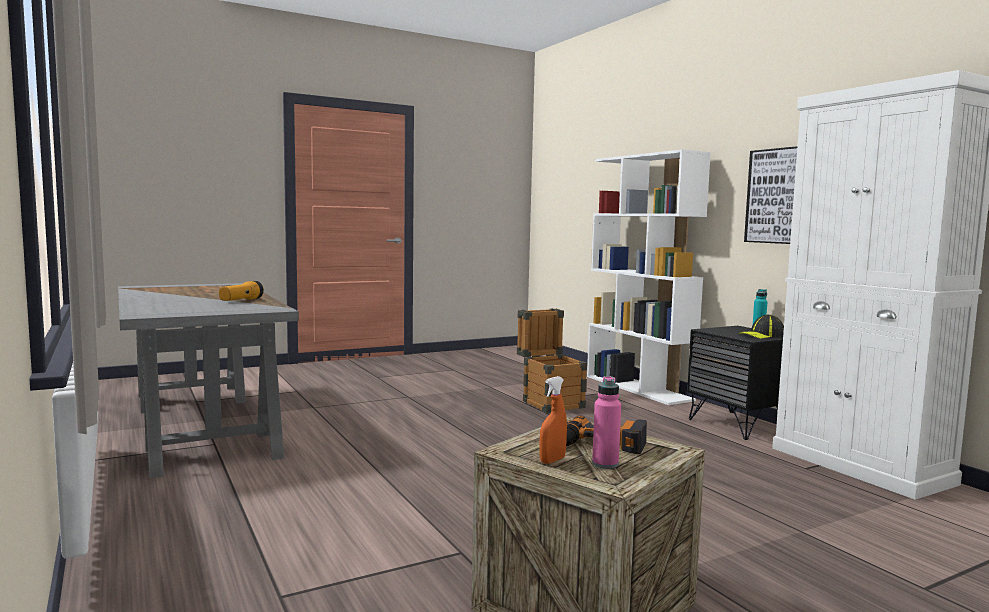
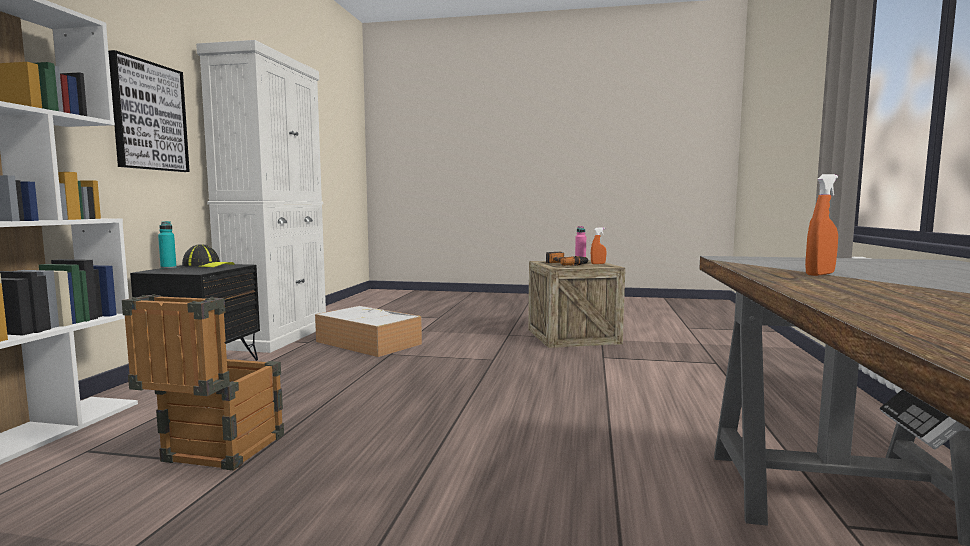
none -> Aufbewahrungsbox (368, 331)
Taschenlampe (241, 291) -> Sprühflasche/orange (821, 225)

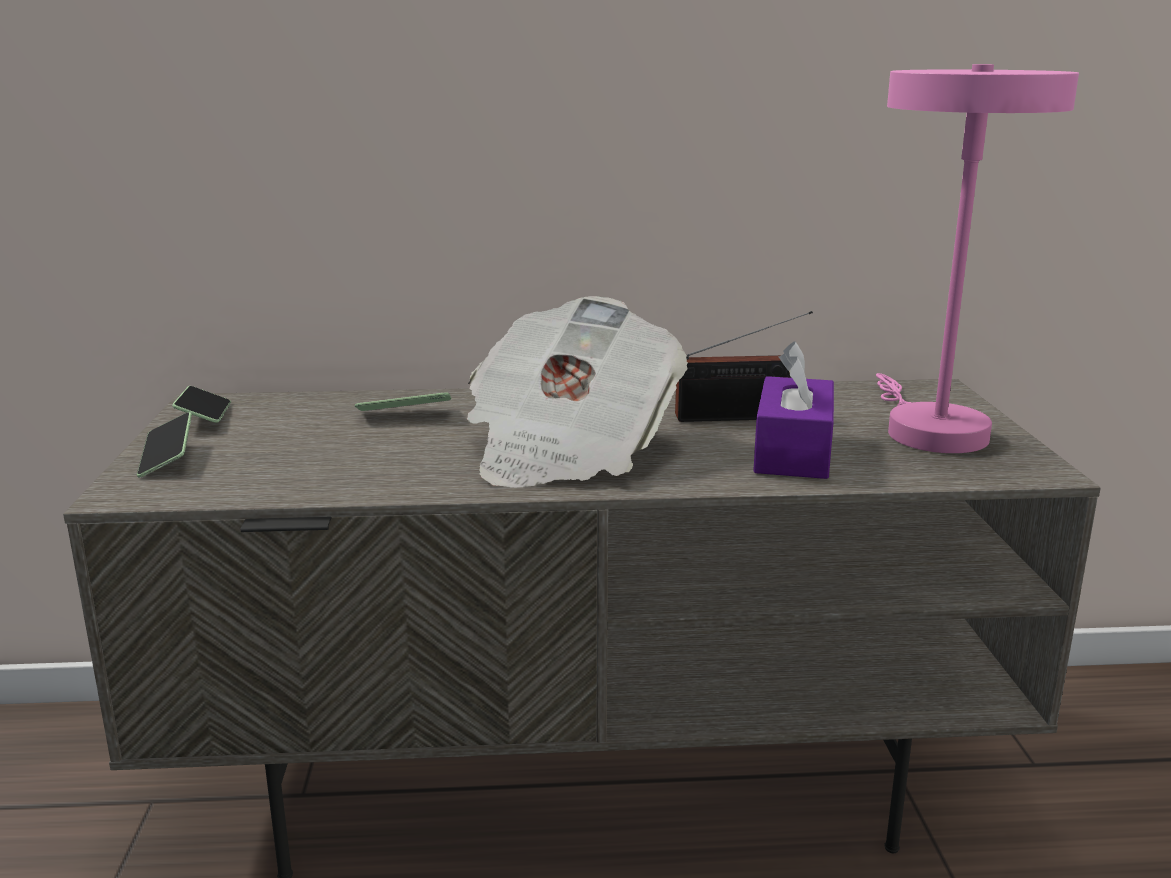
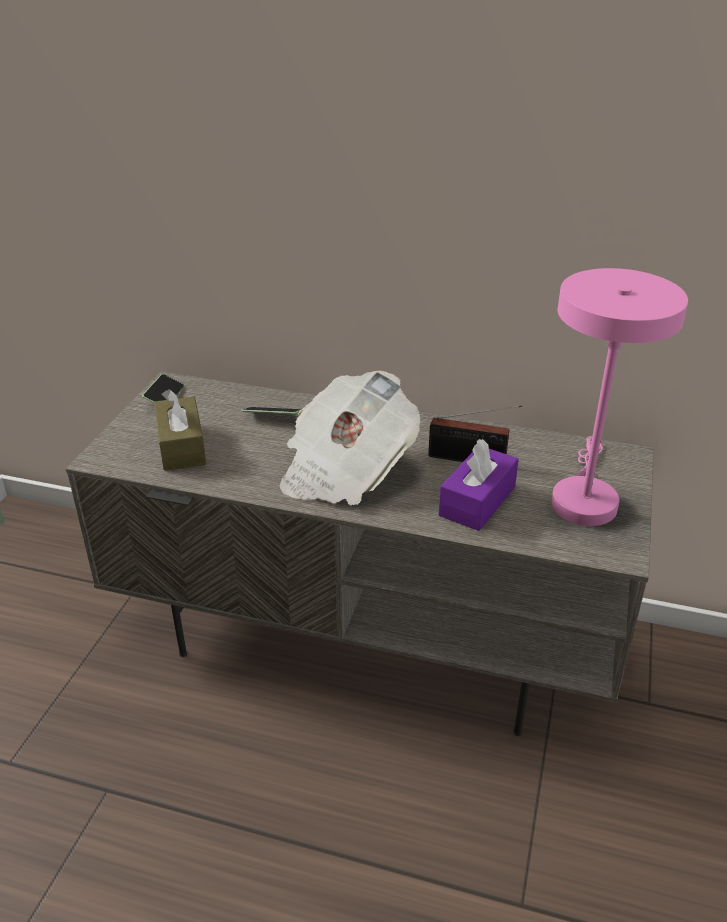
none -> Taschentuchbox/braun (180, 430)
Handy (164, 444) -> none

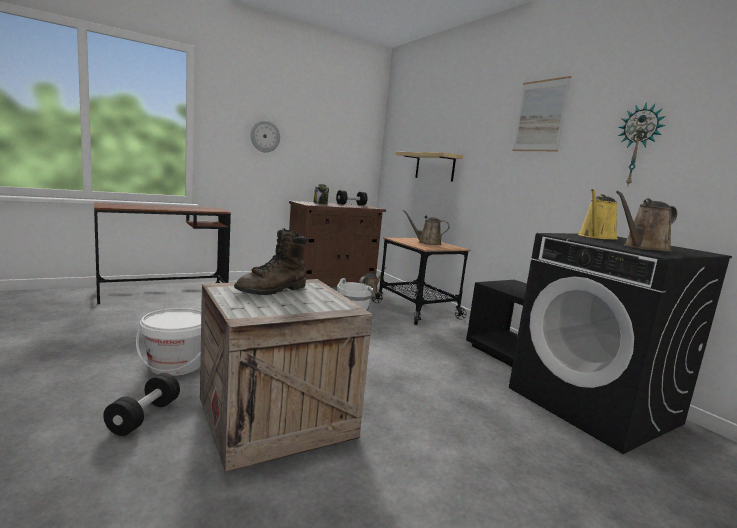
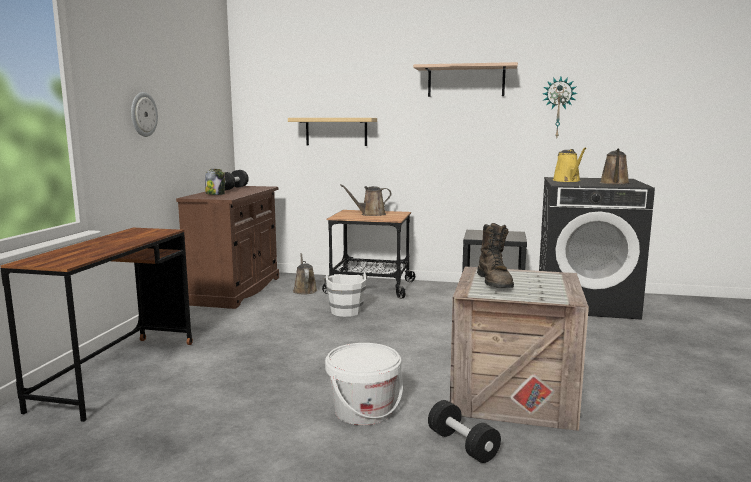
Bild (542, 113) -> Wandregal (465, 79)

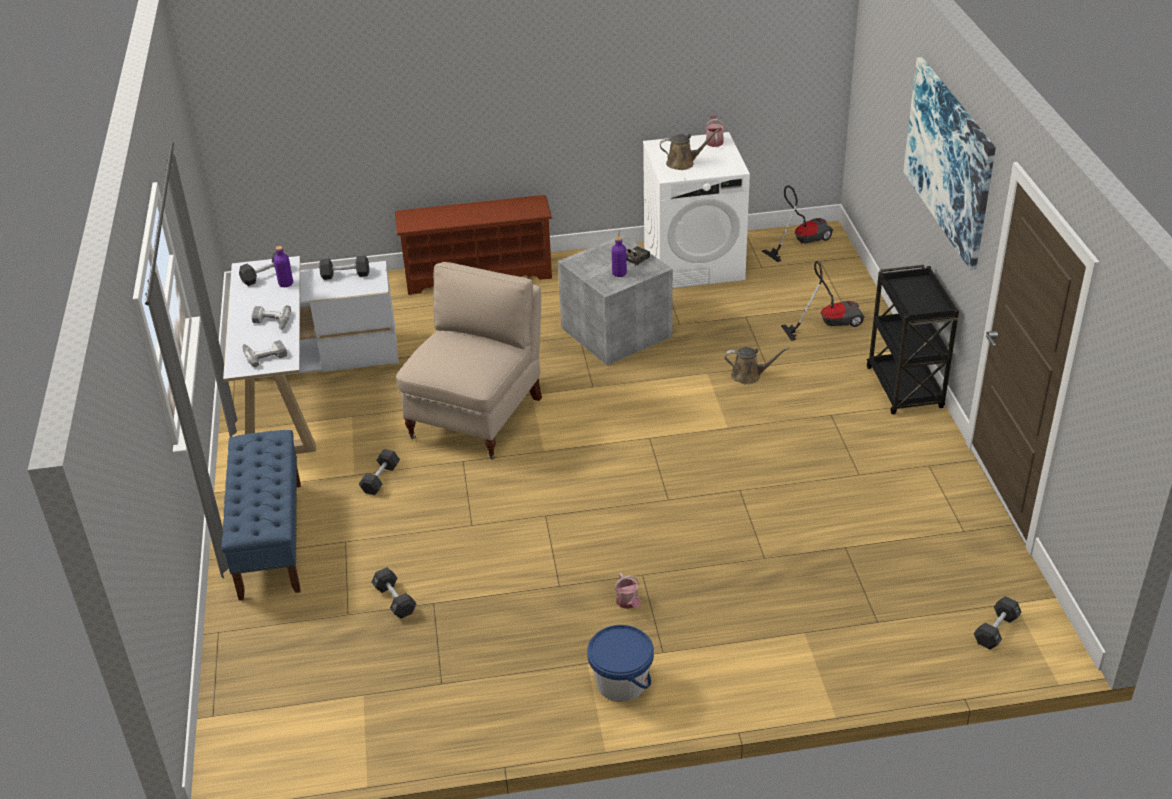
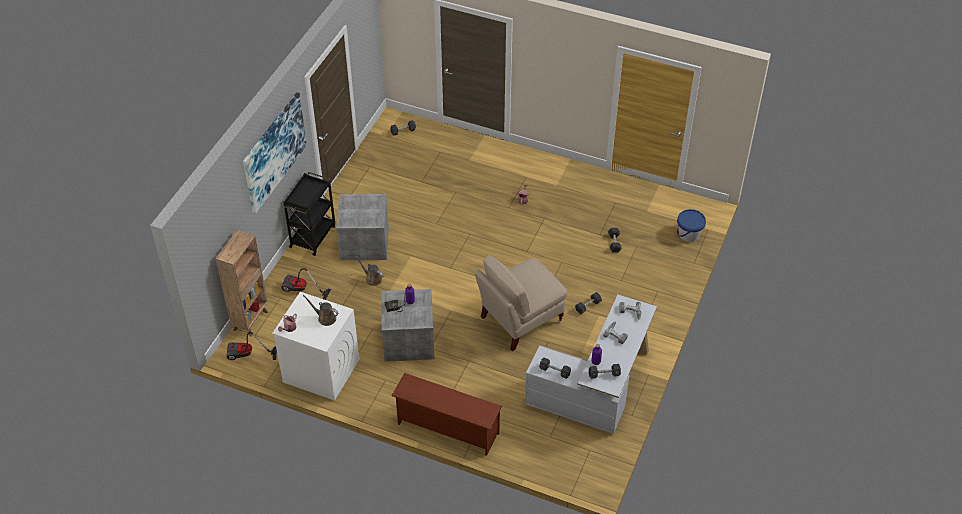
none -> Bücherregal/braun (242, 283)
none -> Aufbewahrungsbox/grau (362, 227)
Eimer/blau (620, 663) -> Eimer/blau (691, 225), shifted
Bank/blau (261, 515) -> none

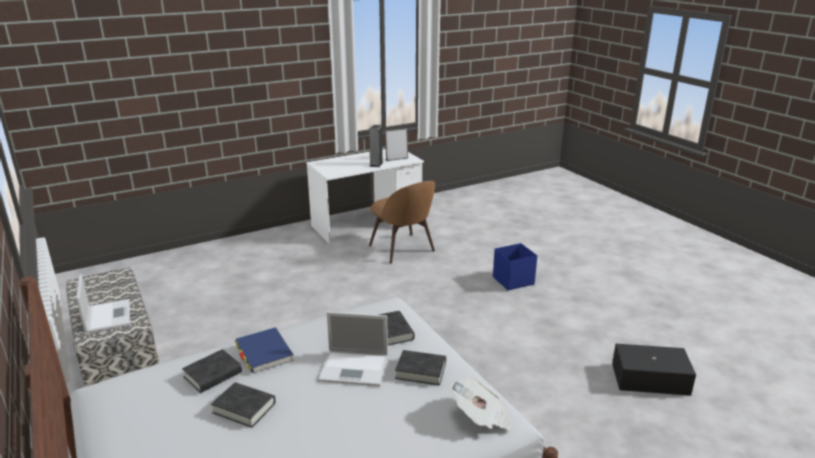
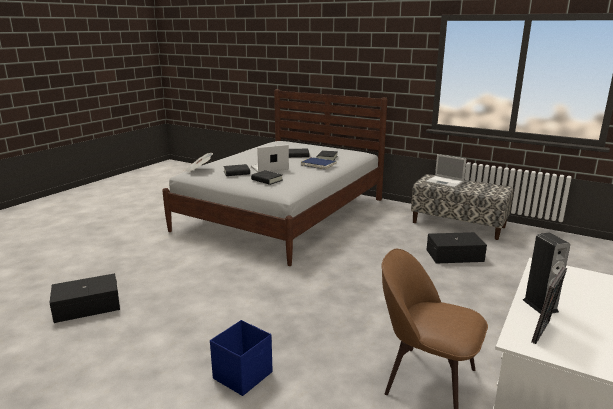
none -> Aufbewahrungsbox/schwarz (456, 248)

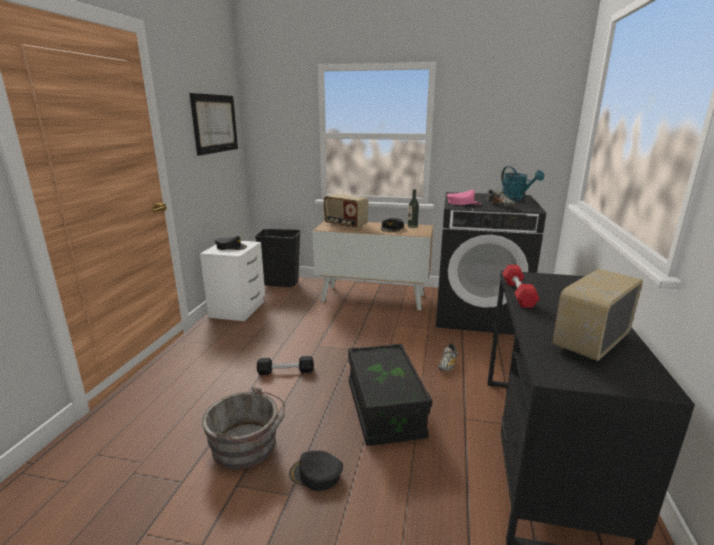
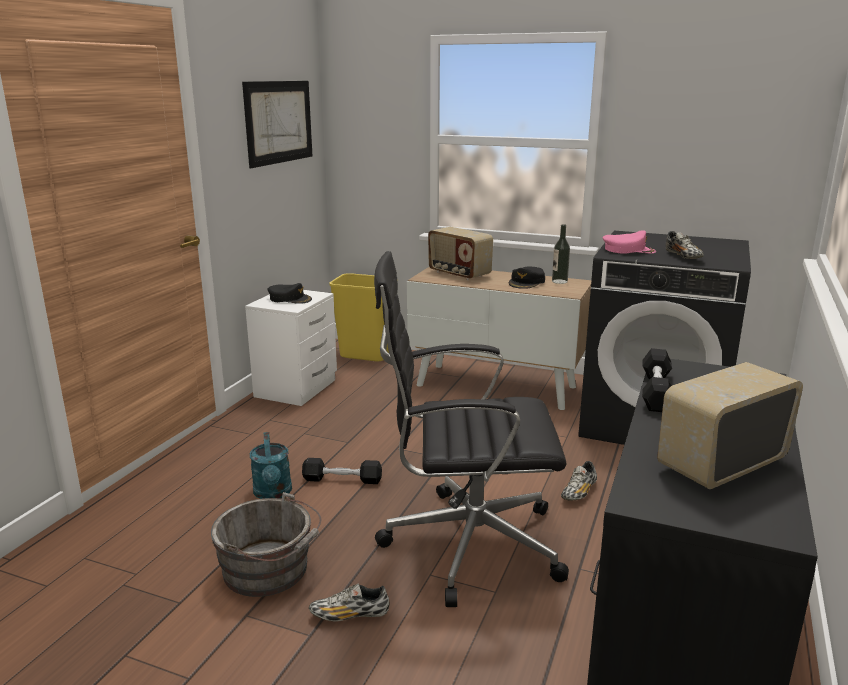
Gießkanne/türkis (522, 183) -> Gießkanne/türkis (271, 465), shifted
Kappe/schwarz (316, 471) -> Schuh (349, 602)
Mülleimer/schwarz (278, 258) -> Mülleimer/gelb (363, 317)
Aufbewahrungsbox/schwarz (390, 394) -> Bürostuhl/schwarz (471, 429)
Hantel/rot (520, 286) -> Hantel/schwarz (657, 380)

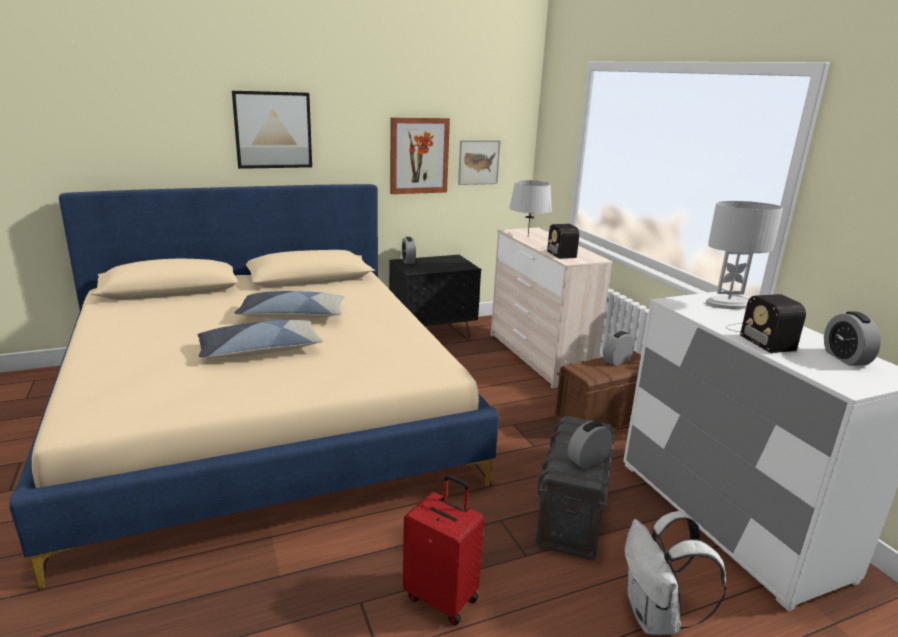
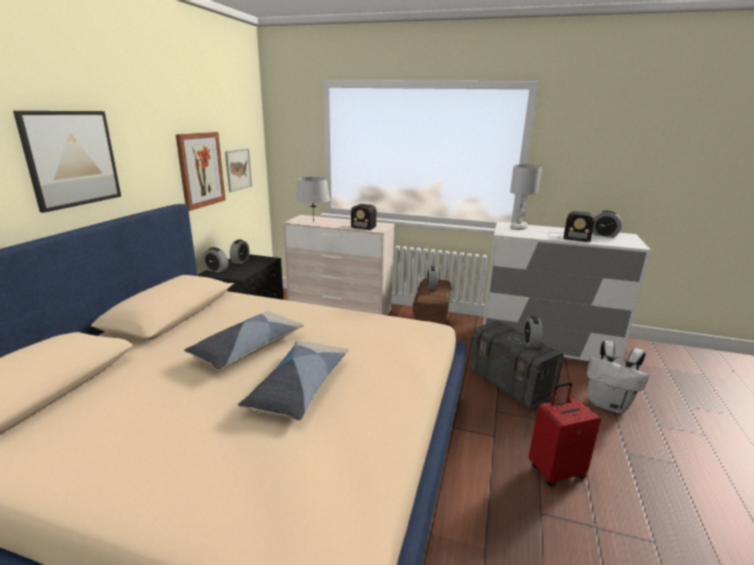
none -> Wecker (239, 252)

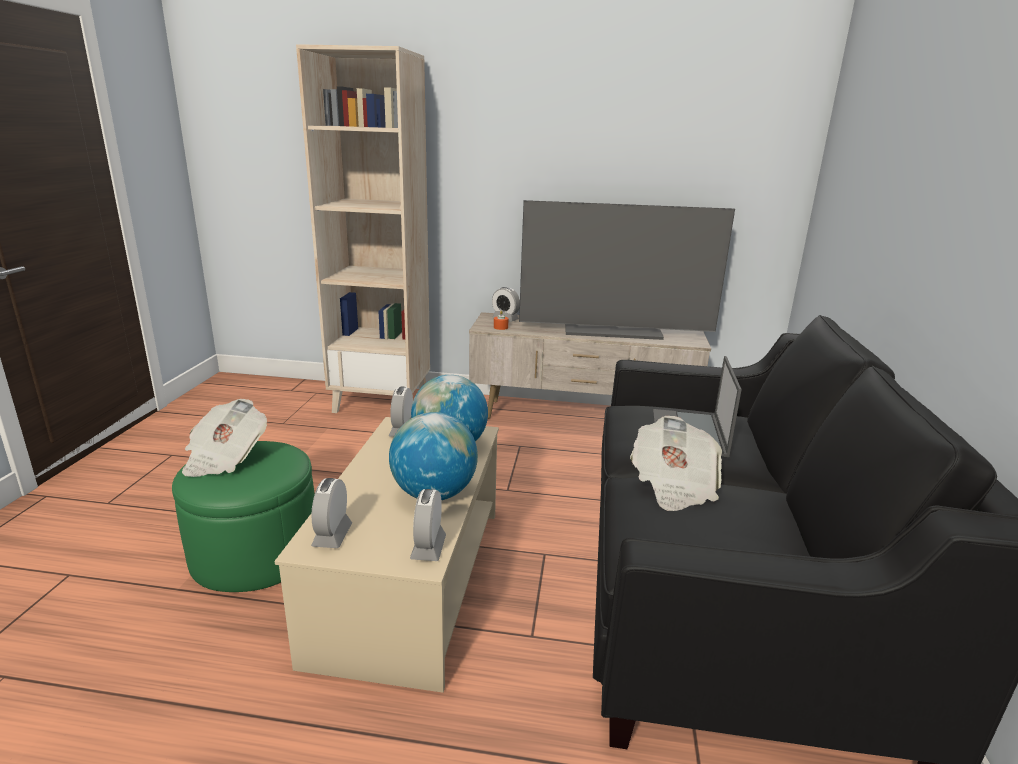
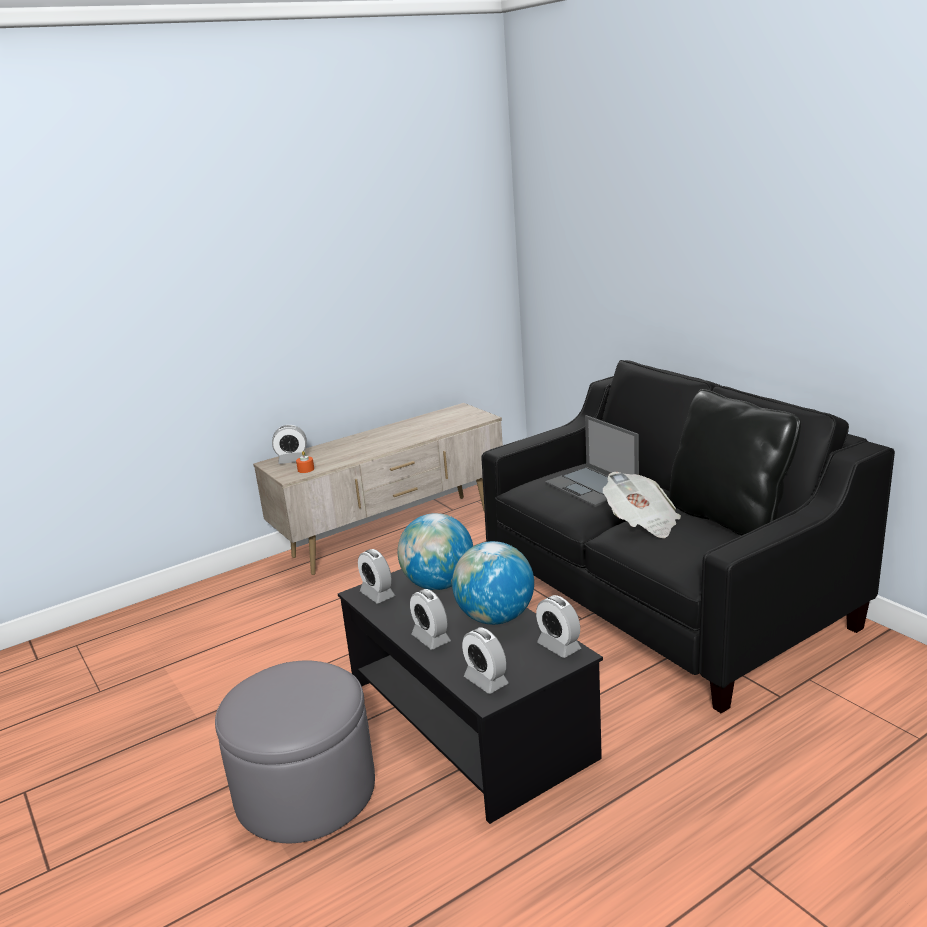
Polsterhocker/grün (243, 516) -> Polsterhocker/grau (295, 751)
Couchtisch/beige (387, 555) -> Couchtisch/schwarz (470, 696)
none -> Wecker (430, 619)
none -> Kissen/schwarz (735, 462)
Zeitung (224, 438) -> none
Bücherregal/beige (363, 228) -> none
Fernseher (627, 270) -> none

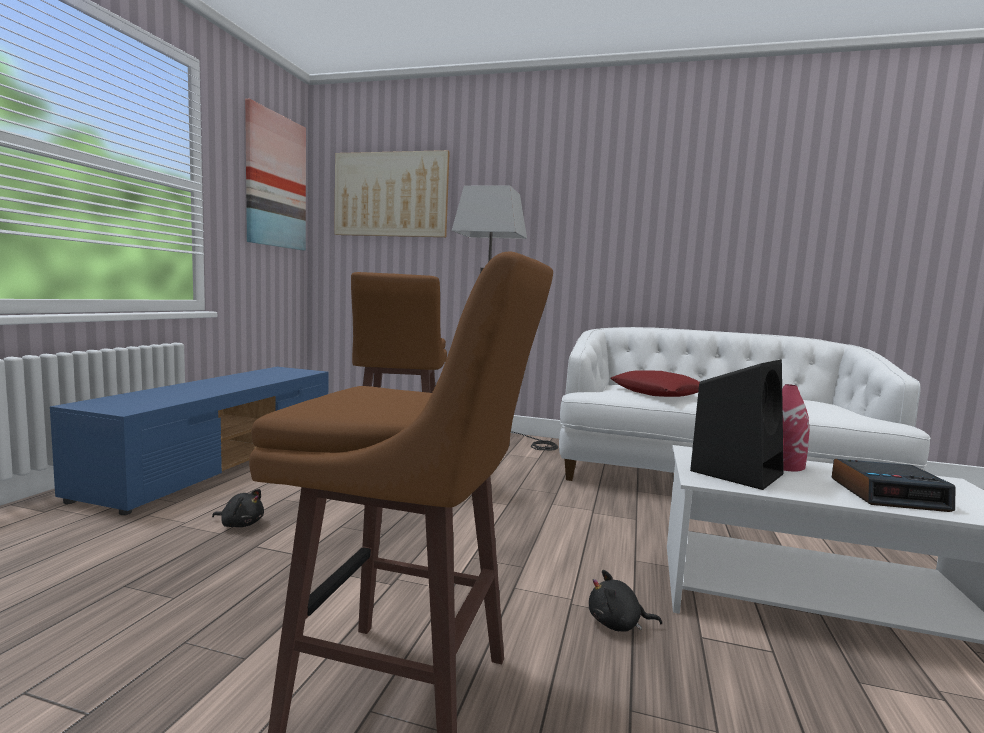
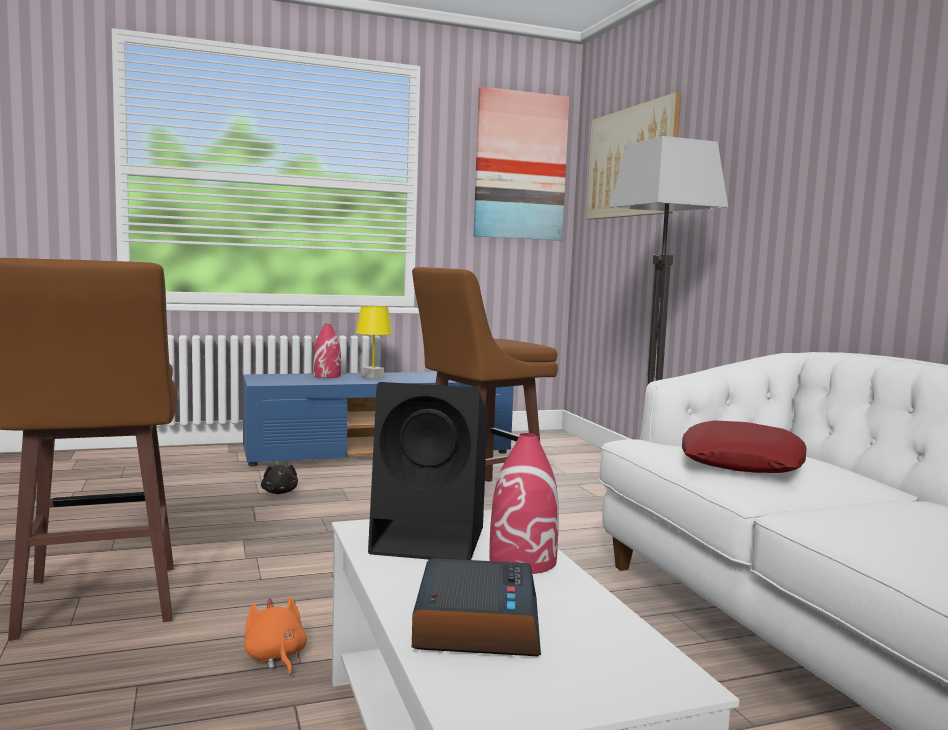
Plüschtier/schwarz (625, 601) -> Plüschtier/orange (275, 636)
none -> Vase/rot (327, 351)
none -> Tischlampe/gelb (374, 342)
Wecker (893, 485) -> Wecker (476, 607), 150 degrees counterclockwise

